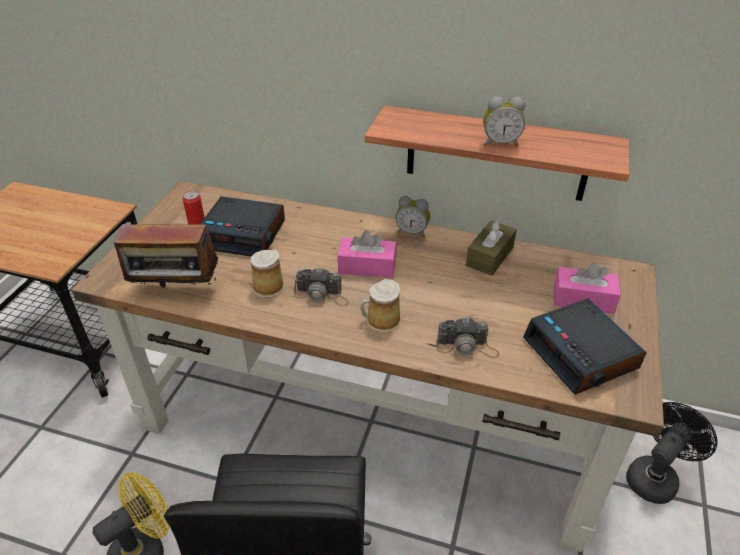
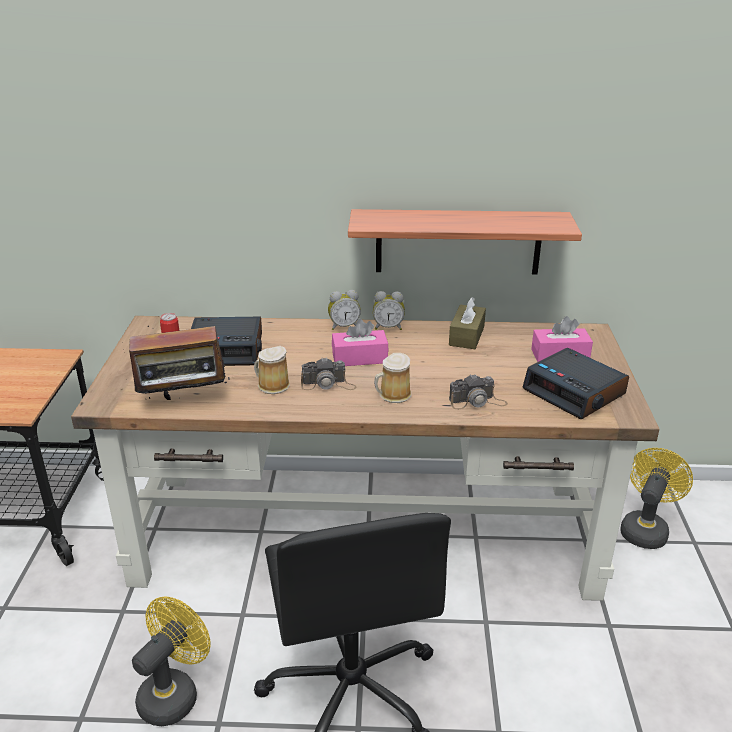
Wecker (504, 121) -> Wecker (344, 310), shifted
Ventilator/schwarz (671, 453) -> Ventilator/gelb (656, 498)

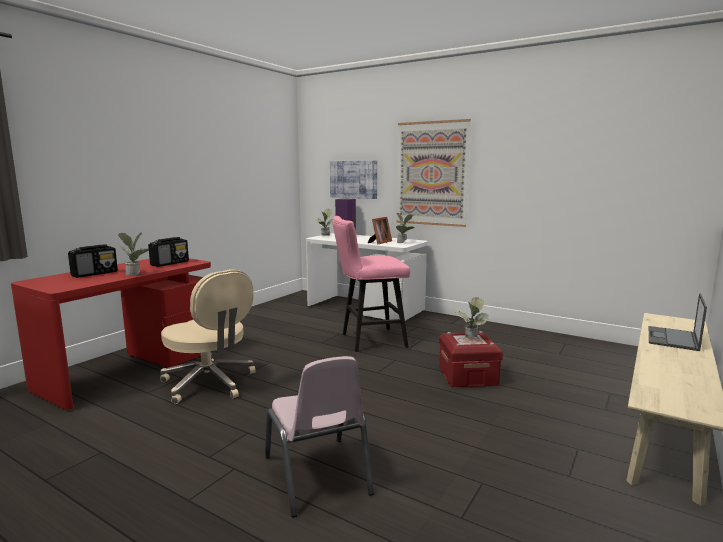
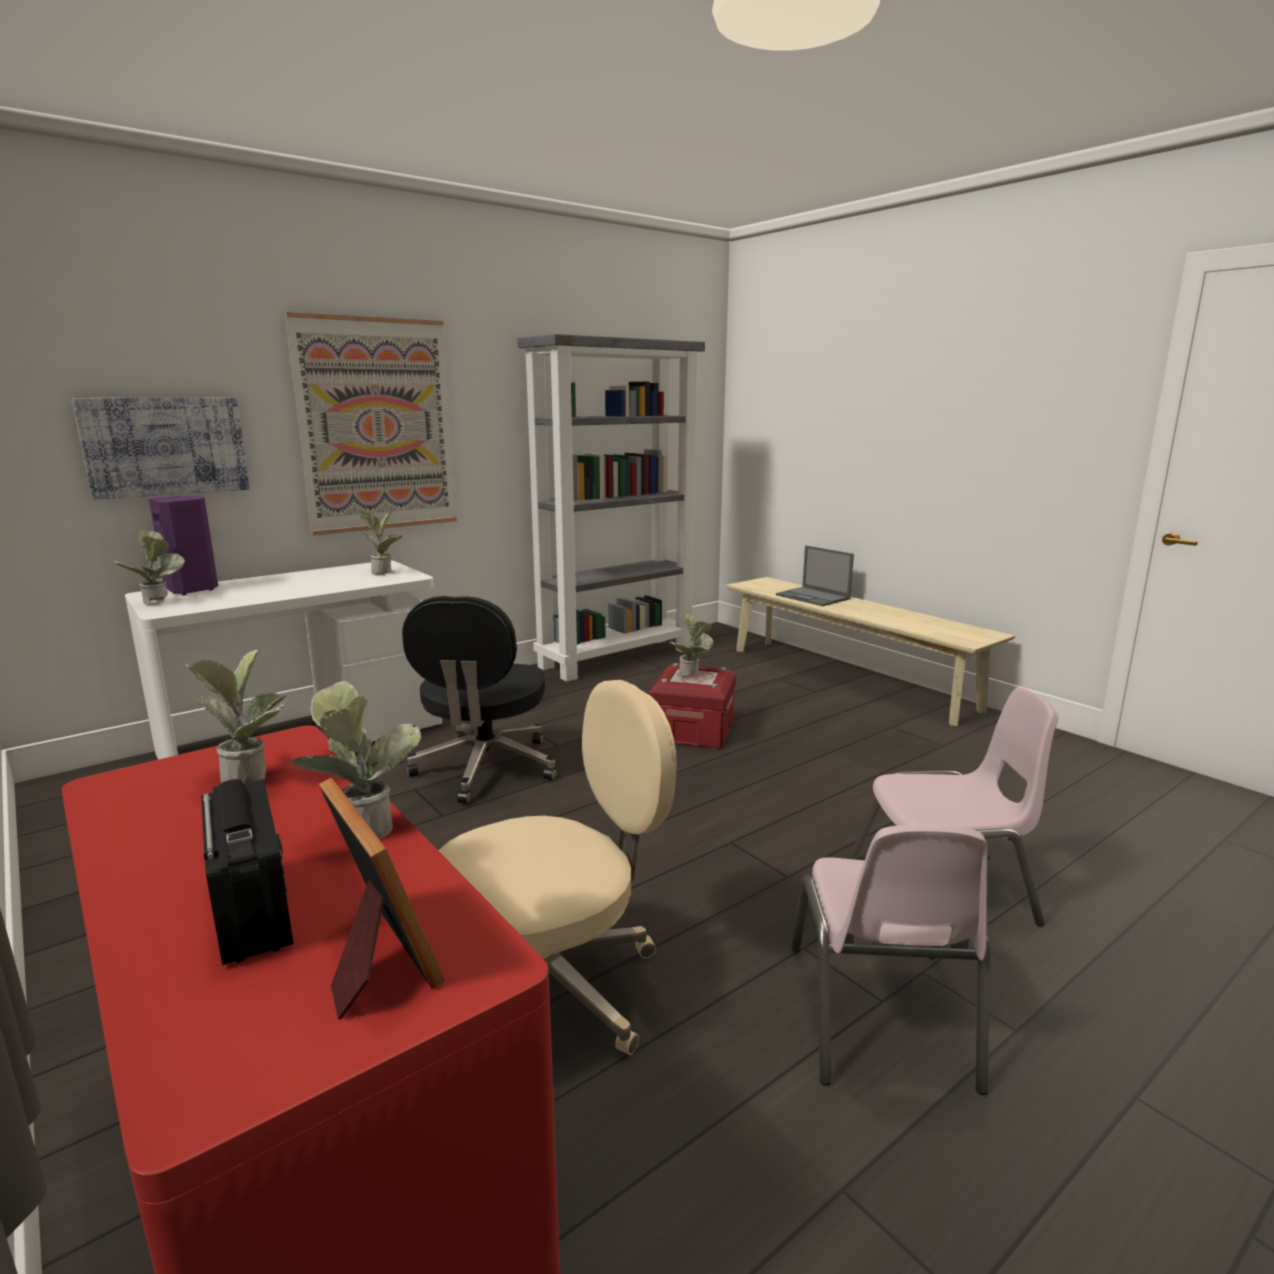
Radio (168, 252) -> Topfpflanze (236, 716)
Bilderrahmen (380, 231) -> Bilderrahmen (382, 898), shifted
Hocker/rosa (371, 284) -> Bürostuhl/schwarz (479, 700)
none -> Bücherregal/grau (611, 508)
none -> Stuhl/rosa (890, 960)

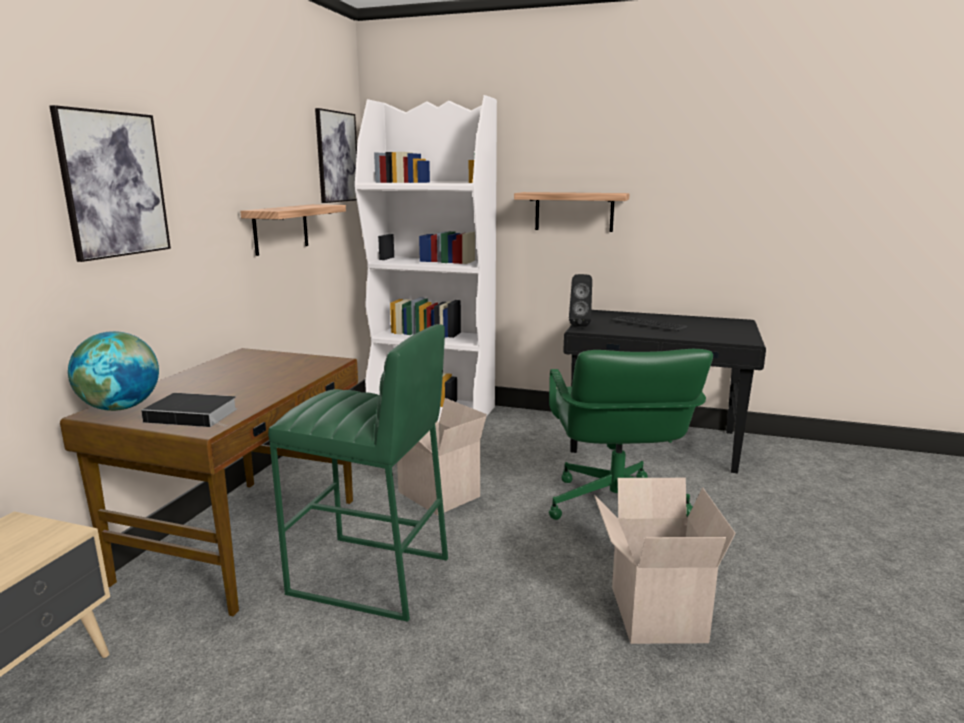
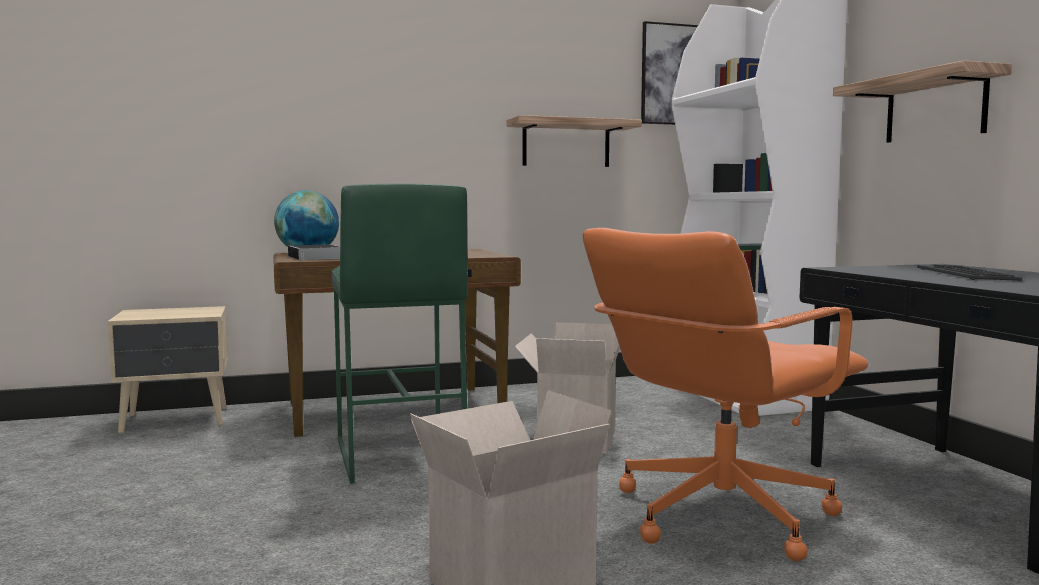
Bürostuhl/grün (631, 434) -> Bürostuhl/orange (725, 394)
Bild (110, 183) -> none
Lautsprecher/schwarz (580, 300) -> none

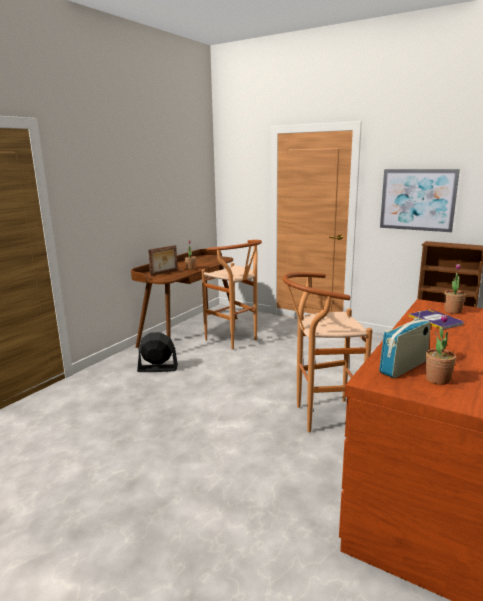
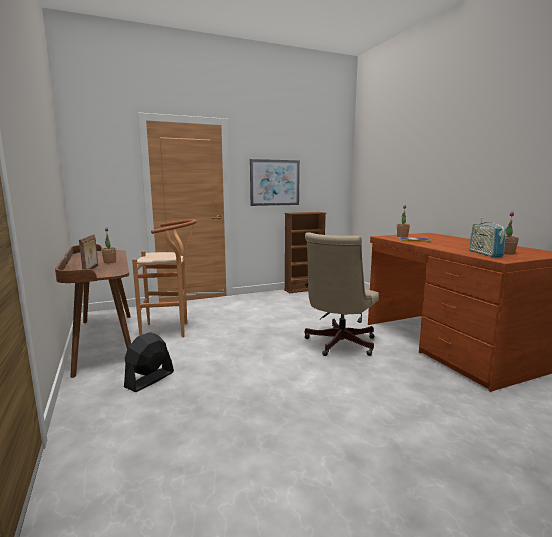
Hocker/braun (327, 352) -> Bürostuhl/beige (342, 294)

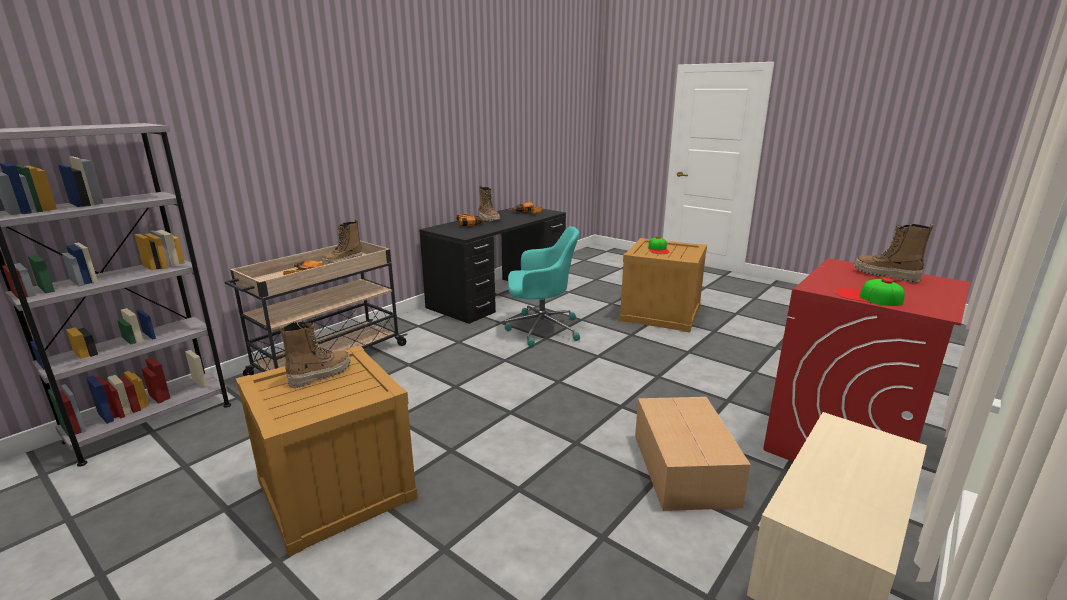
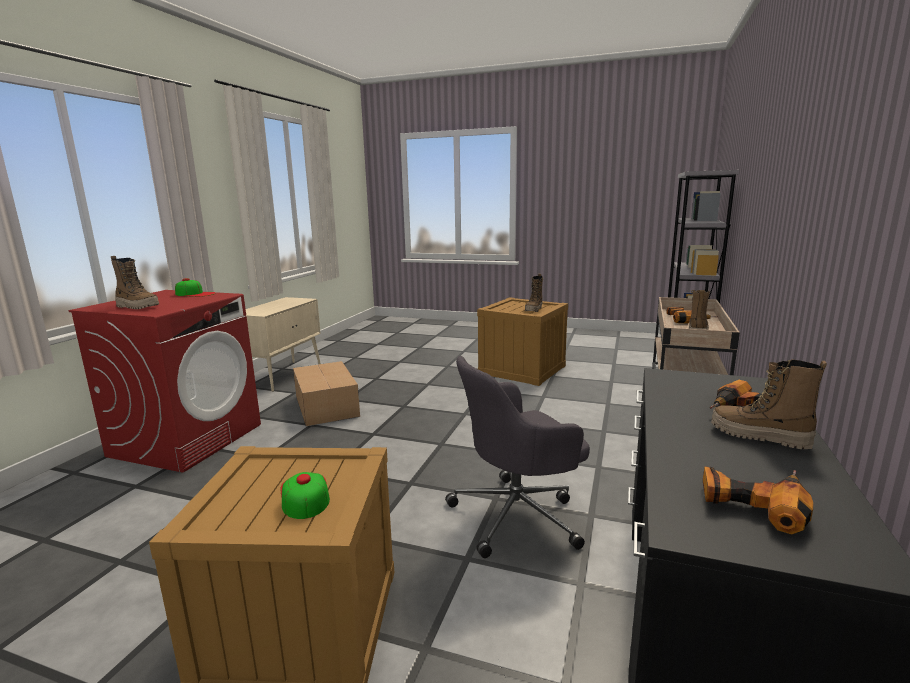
Bürostuhl/türkis (542, 286) -> Bürostuhl/grau (517, 457)

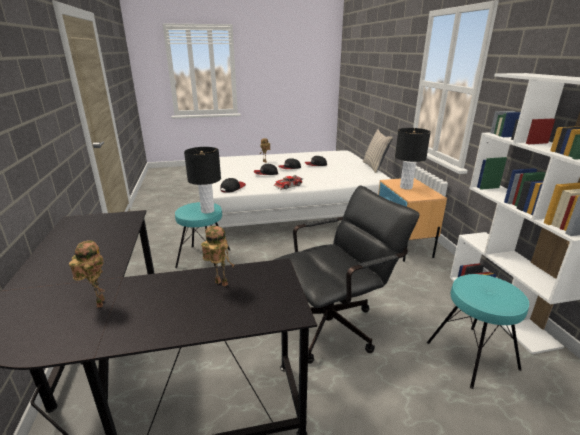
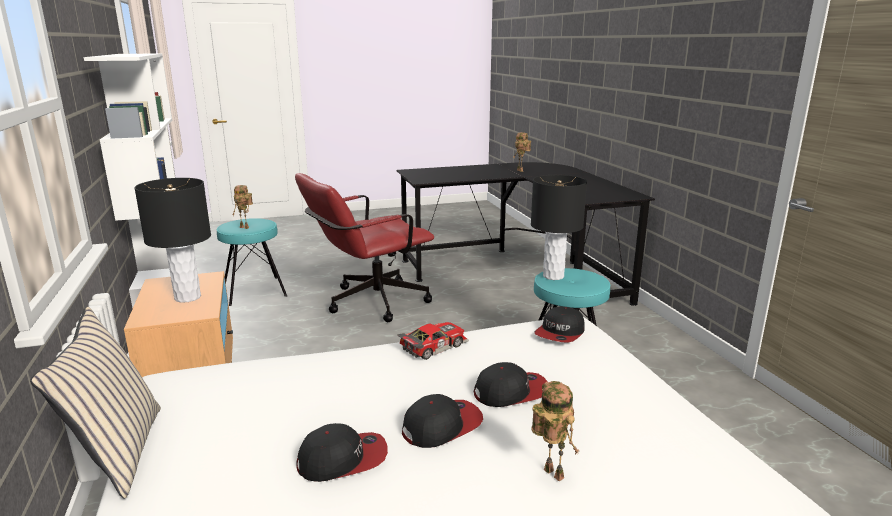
Spielzeugroboter (217, 256) -> Spielzeugroboter (242, 207), shifted
Bürostuhl/schwarz (346, 274) -> Bürostuhl/rot (364, 247)

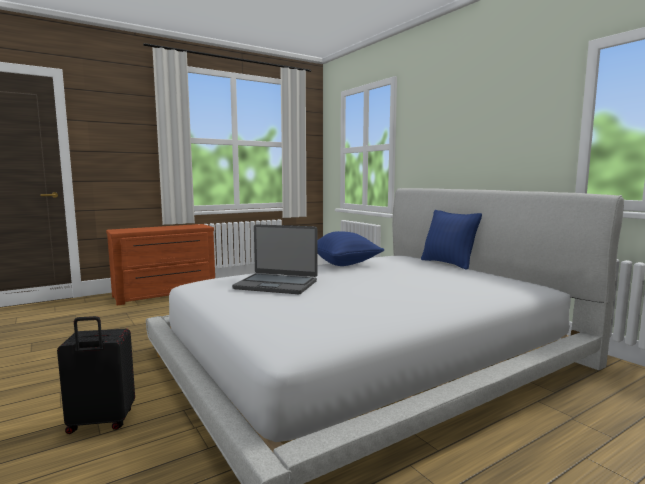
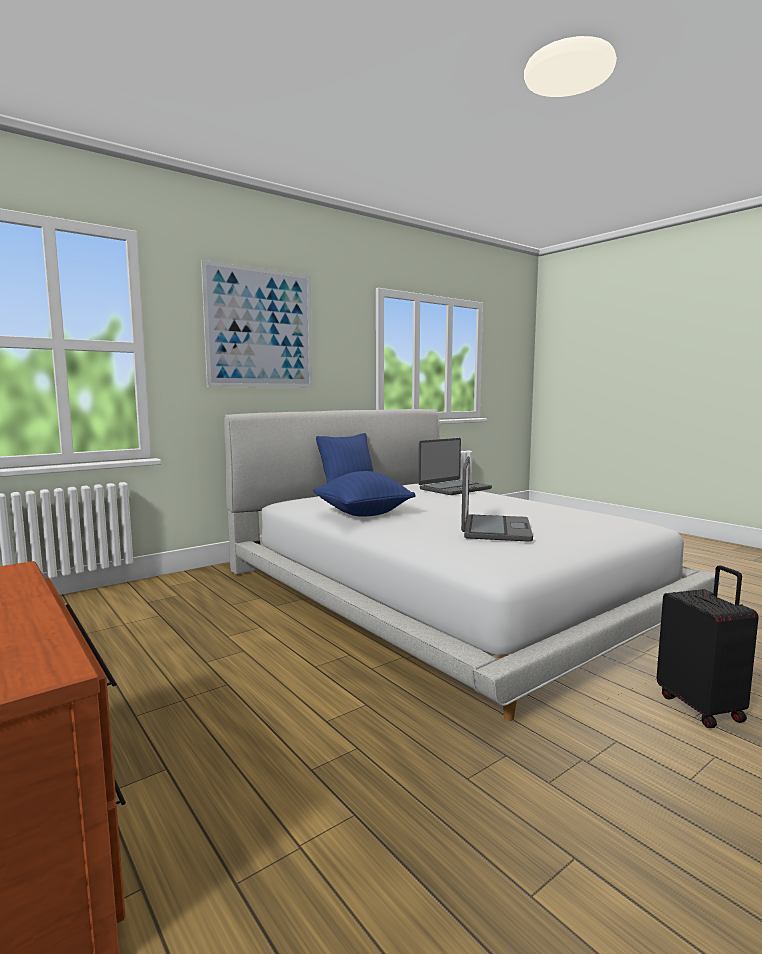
none -> Bild (256, 323)
none -> Laptop (455, 466)

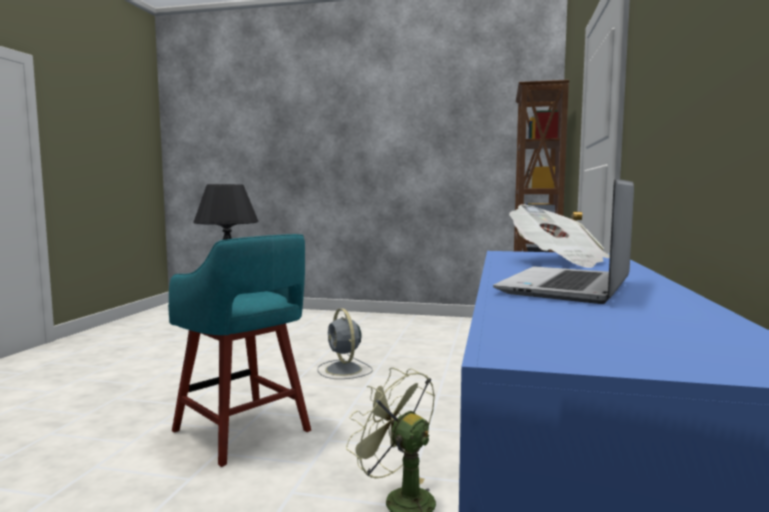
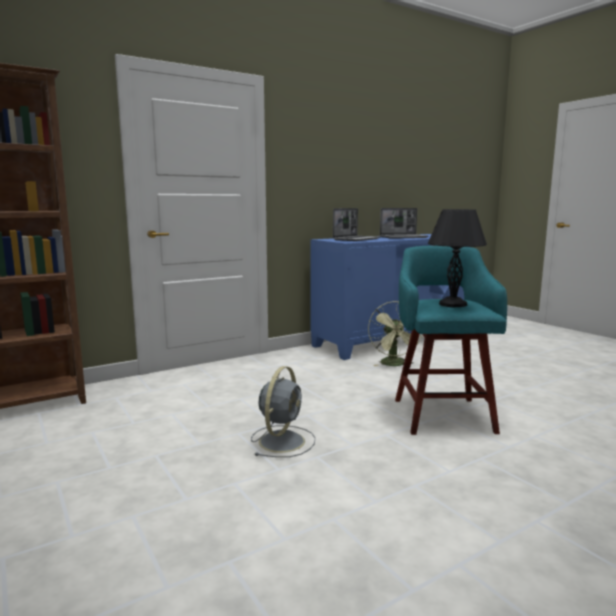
Zeitung (559, 236) -> Laptop (357, 224)

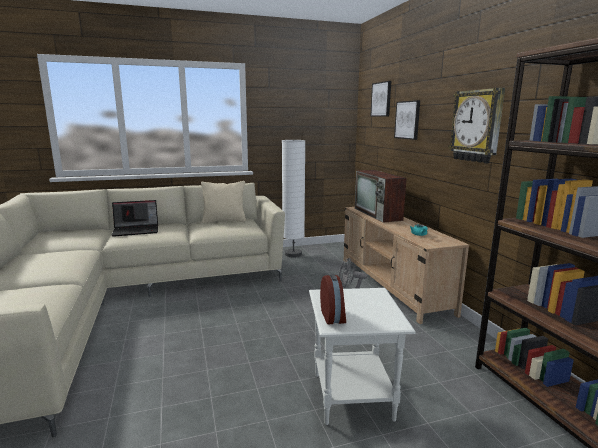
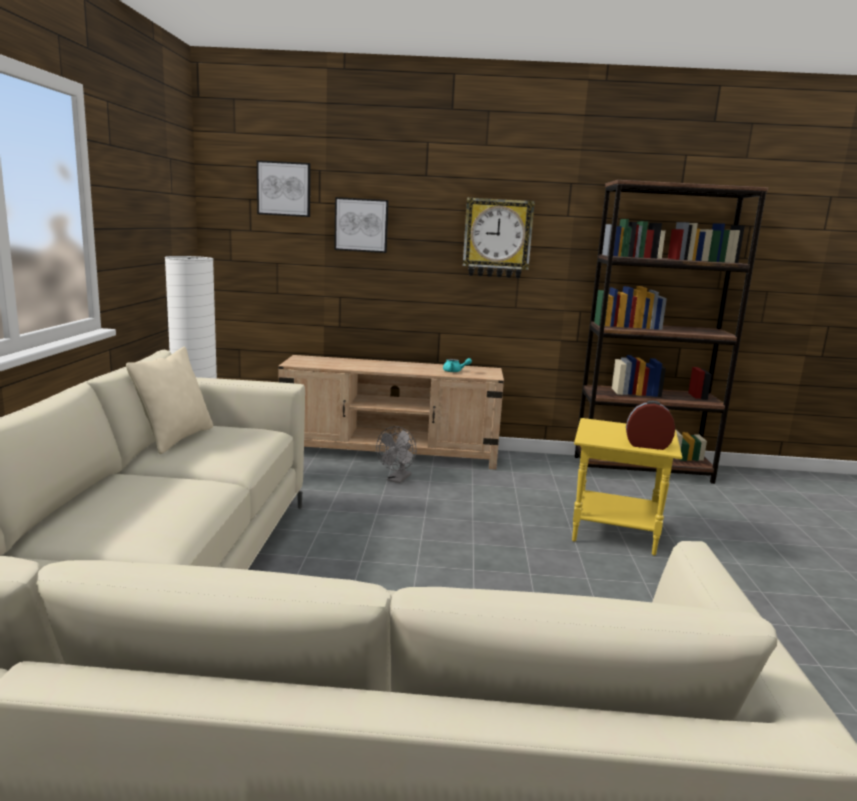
Beistelltisch/weiß (362, 356) -> Beistelltisch/gelb (627, 486)
Laptop (135, 218) -> none
Fernseher (381, 196) -> none

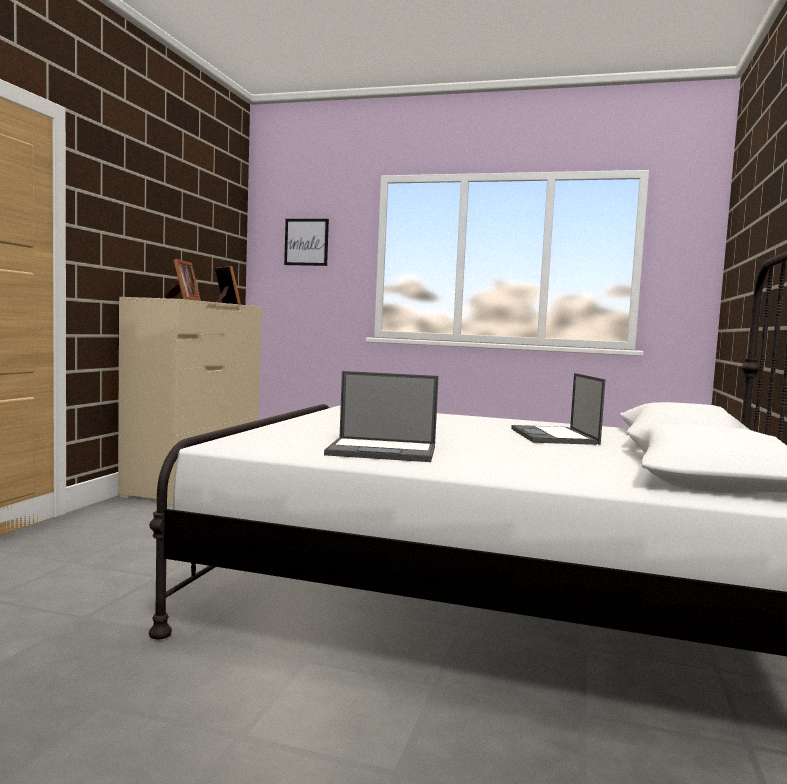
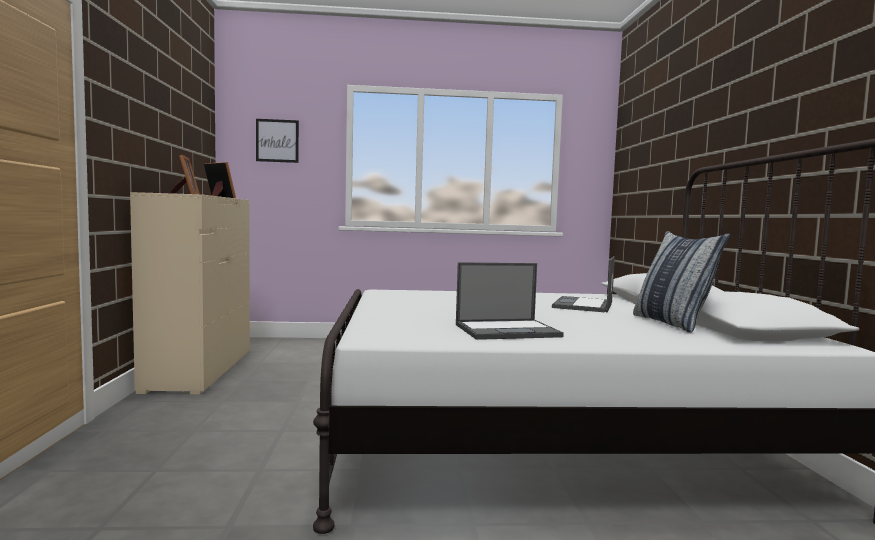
Laptop (558, 409) -> Laptop (583, 284), 45 degrees clockwise
none -> Kissen (681, 282)

